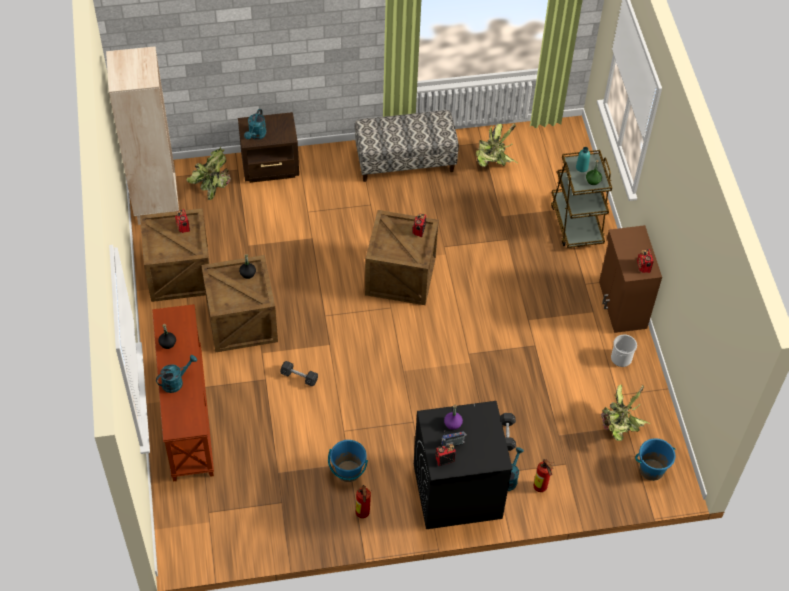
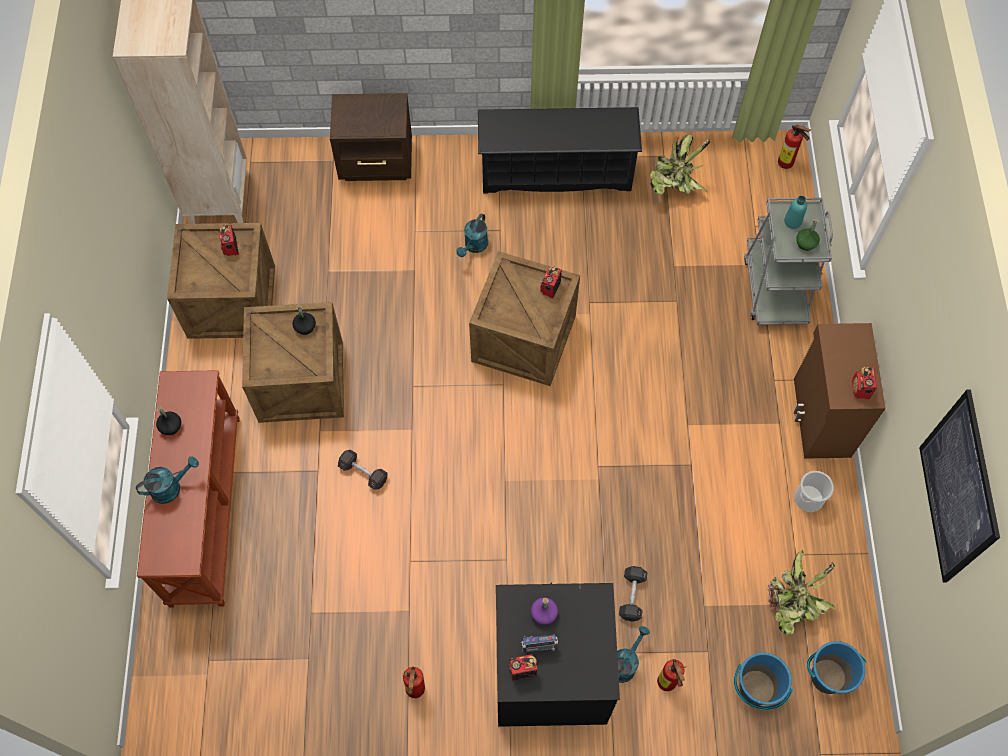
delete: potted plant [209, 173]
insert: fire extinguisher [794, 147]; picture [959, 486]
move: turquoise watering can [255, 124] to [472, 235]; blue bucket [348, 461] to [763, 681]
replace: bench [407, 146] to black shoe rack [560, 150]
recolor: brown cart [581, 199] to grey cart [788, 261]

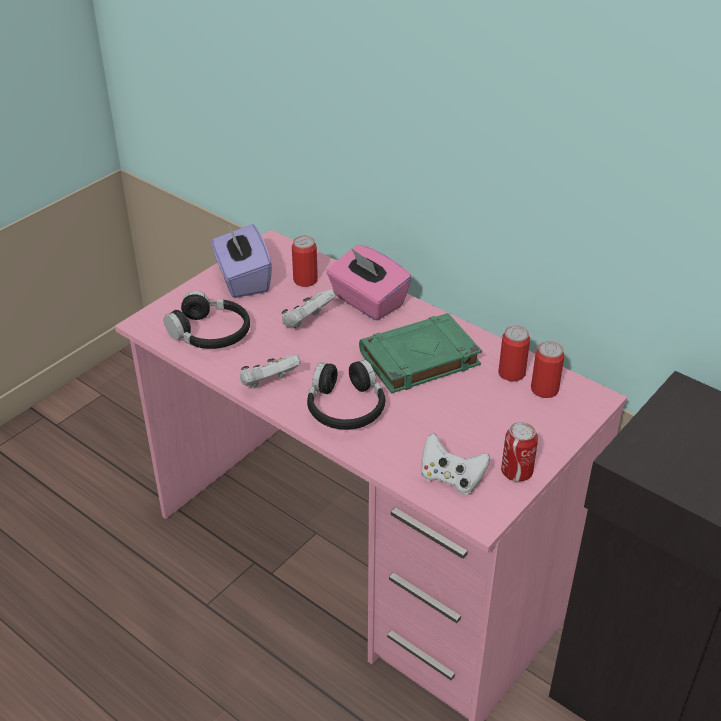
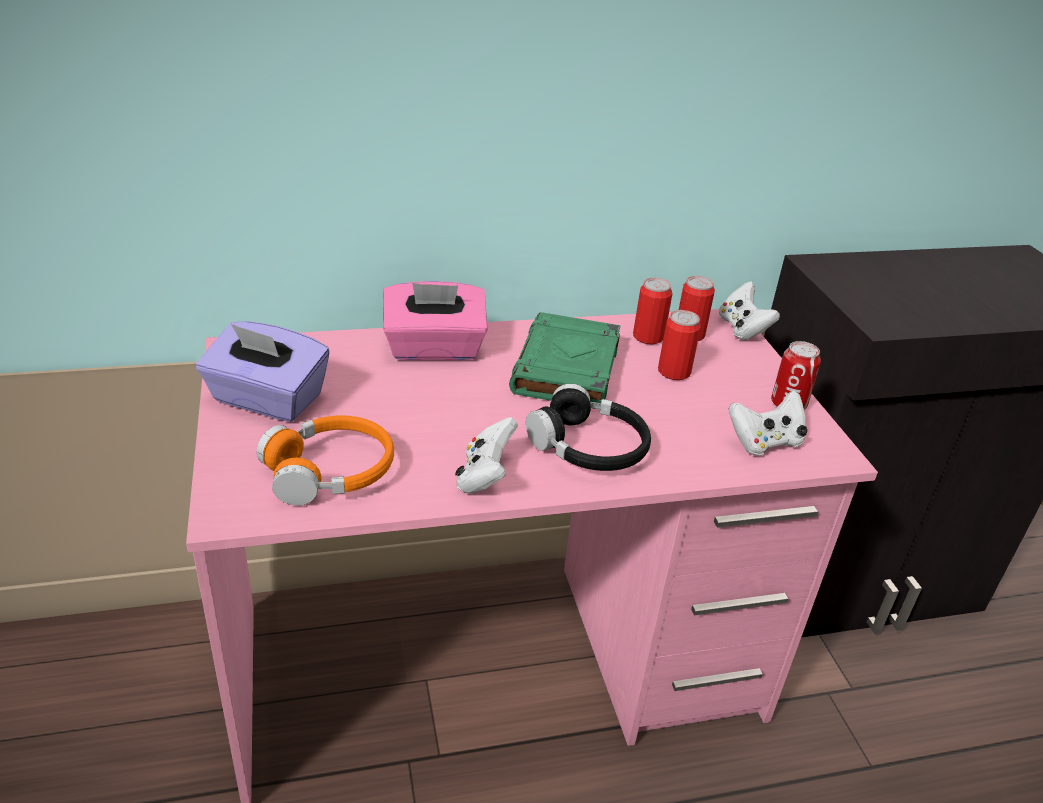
move: can [305, 261] to [679, 345]; white game controller [308, 308] to [749, 310]
recolor: black headphones [207, 320] to orange headphones [325, 460]

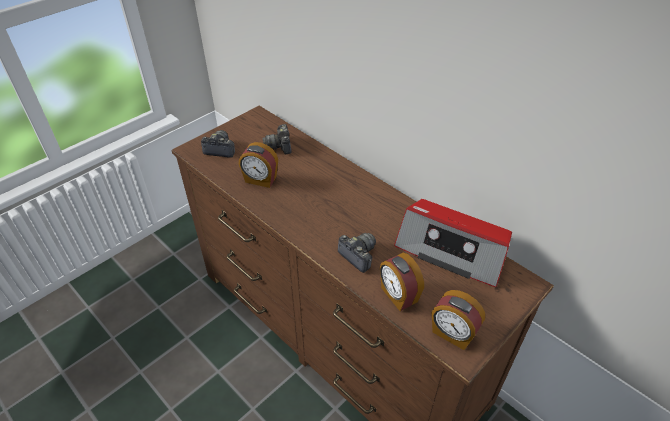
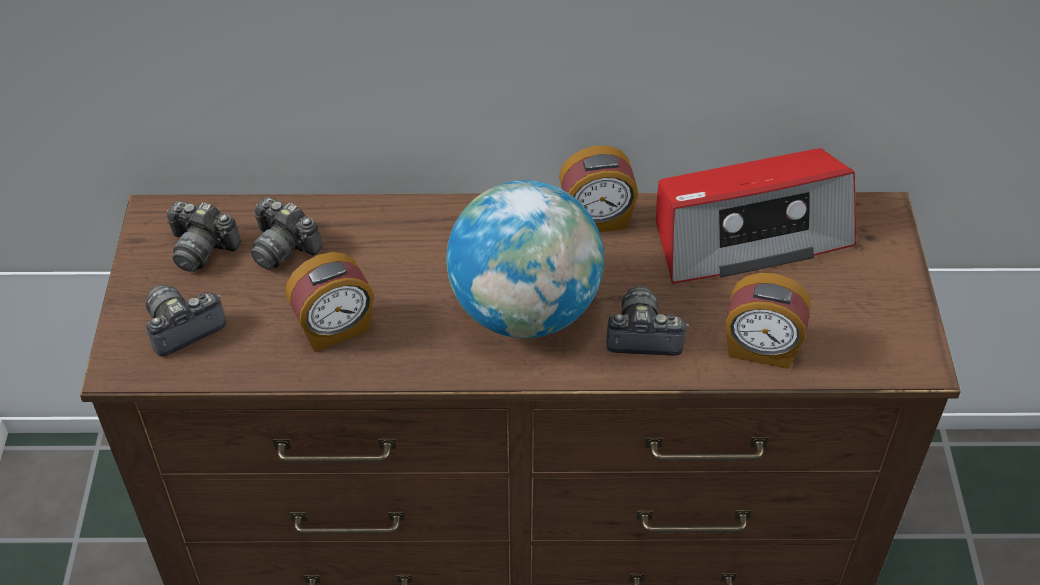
insert: photo camera [204, 236]; globe [525, 259]
move: alarm clock [458, 320] to [598, 189]

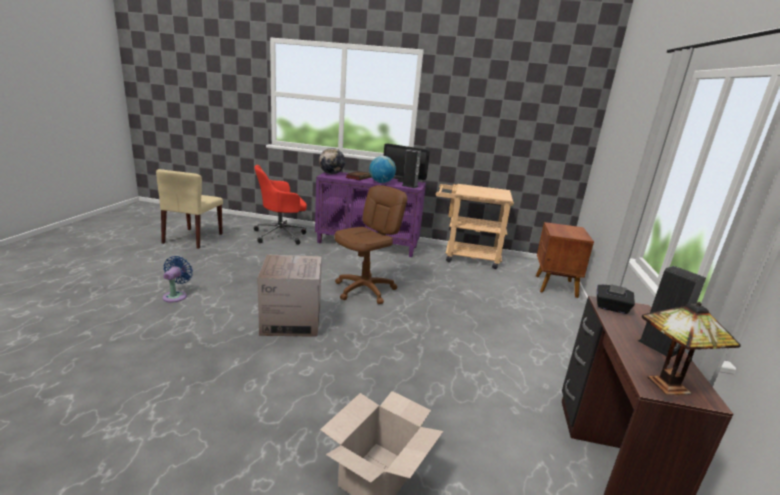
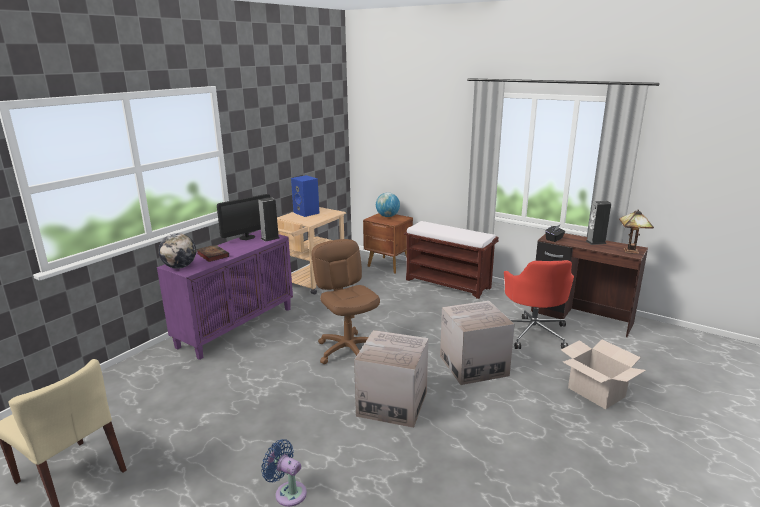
insert: blue speaker [305, 196]; brown bench [451, 260]; cardboard box [477, 343]
move: globe [382, 169] to [388, 204]; red office chair [280, 205] to [539, 304]

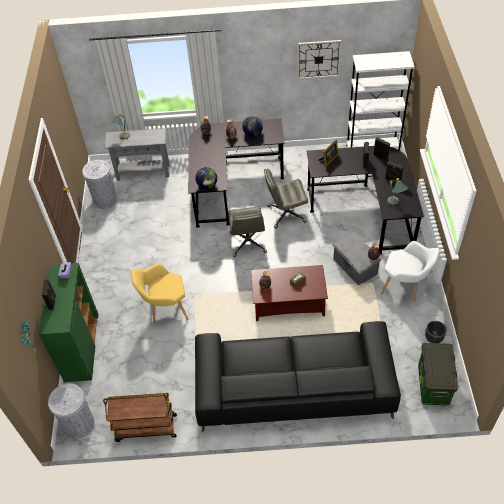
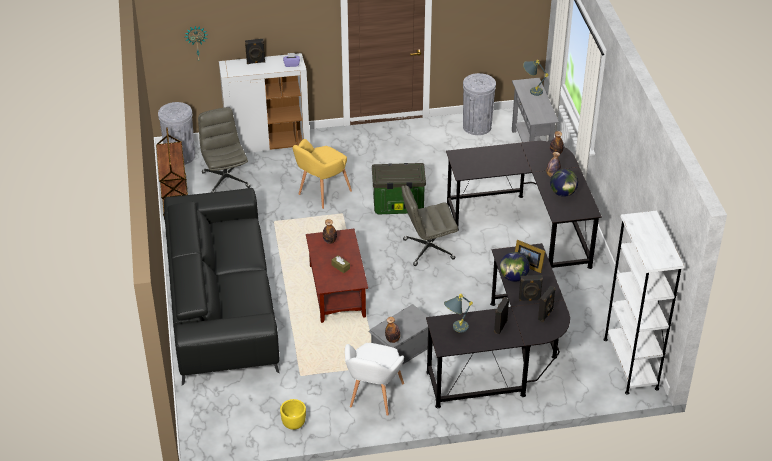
delete: wall clock [319, 59]
move: grey office chair [286, 198] to [224, 150]; storage box [438, 374] to [399, 188]; globe [206, 178] to [515, 267]
recolor: green cabinet [68, 322] to white cabinet [264, 103]; black planter [436, 332] to yellow planter [293, 414]
rotate: yellow armchair [159, 293] = [322, 174] 120 degrees counterclockwise

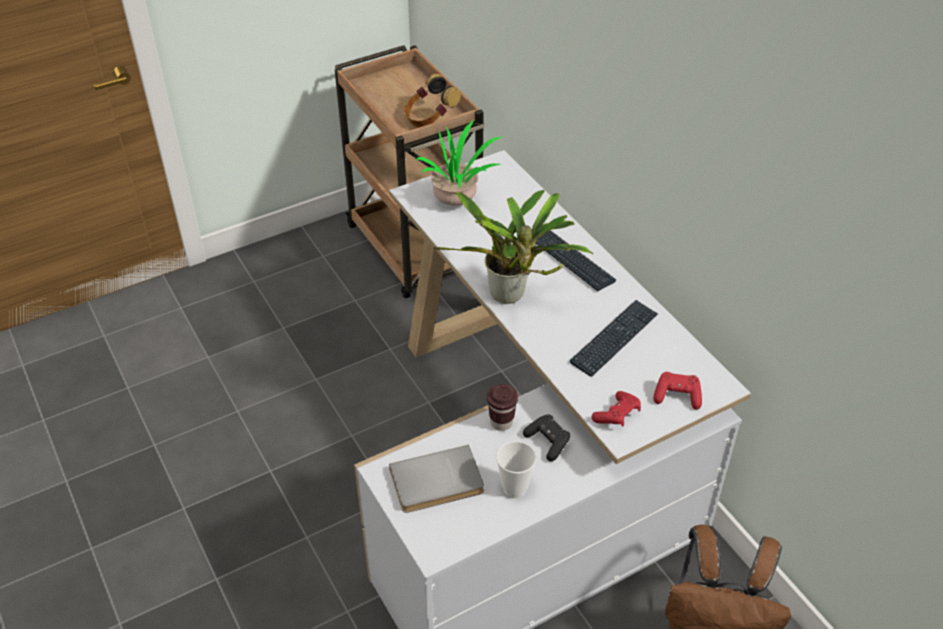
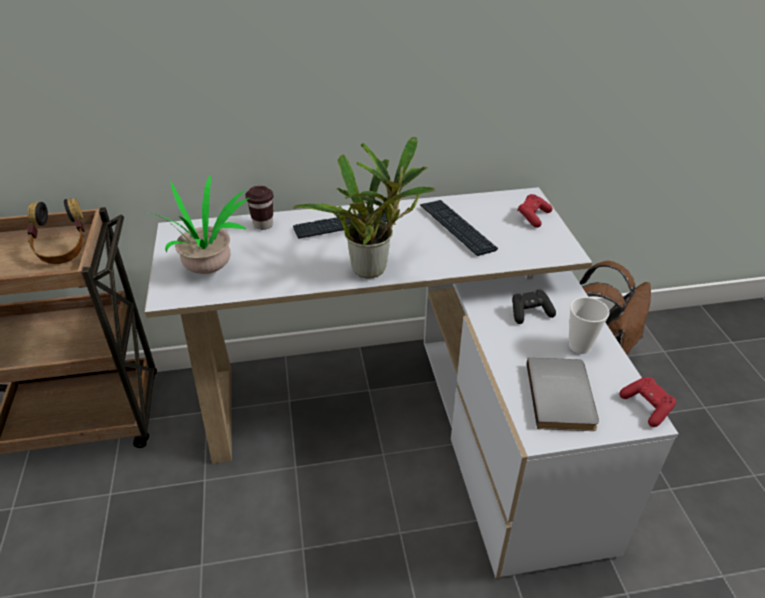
move: brown cup [502, 407] to [259, 208]; red game controller [616, 408] to [647, 402]

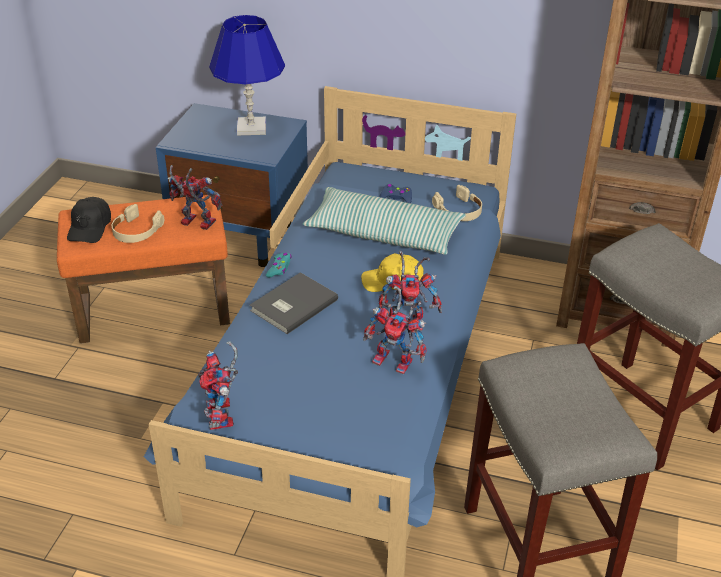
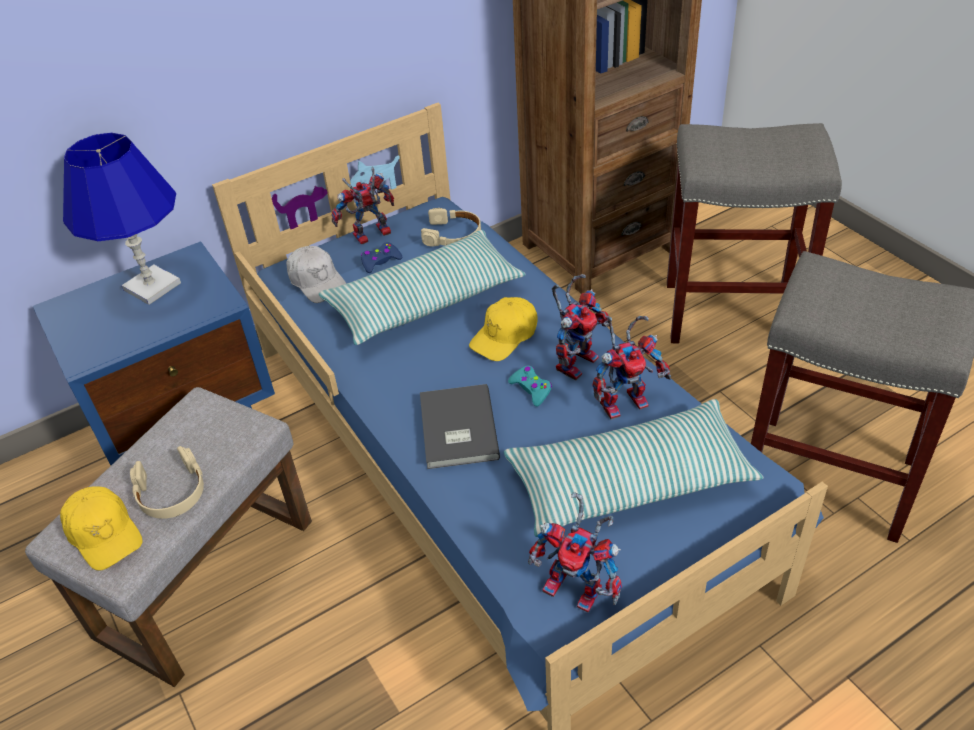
insert: white cap [316, 274]; pillow [633, 468]
move: toy robot [195, 197] to [363, 205]; turquoise game controller [278, 265] to [530, 386]
recolor: orange ottoman [143, 269] to grey ottoman [168, 537]; black cap [89, 220] to yellow cap [101, 528]

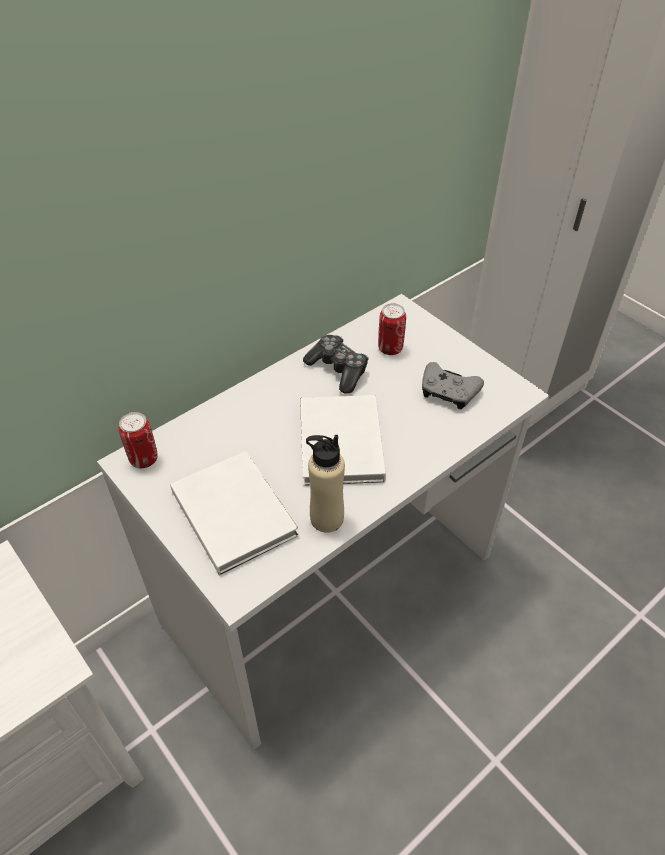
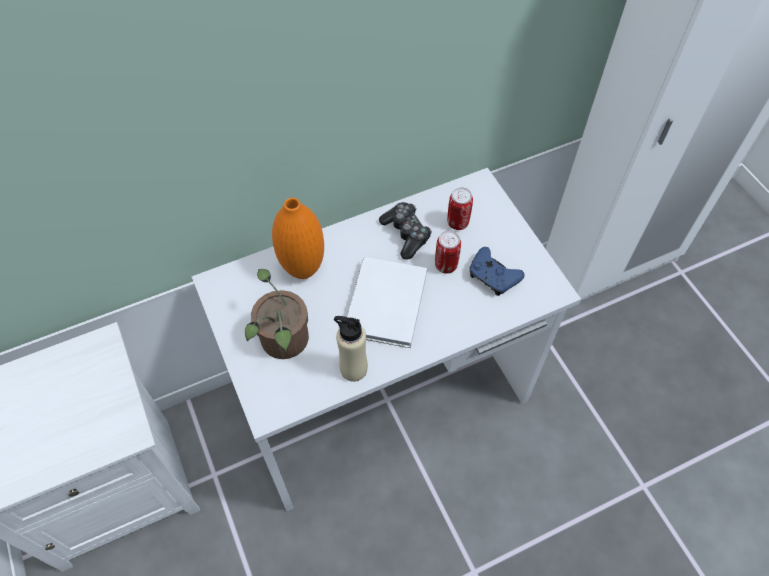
insert: orange vase [298, 238]
move: can [138, 440] to [448, 252]
replace: white book [234, 513] to potted plant [277, 314]
recolor: grey game controller [453, 385] to blue game controller [497, 271]

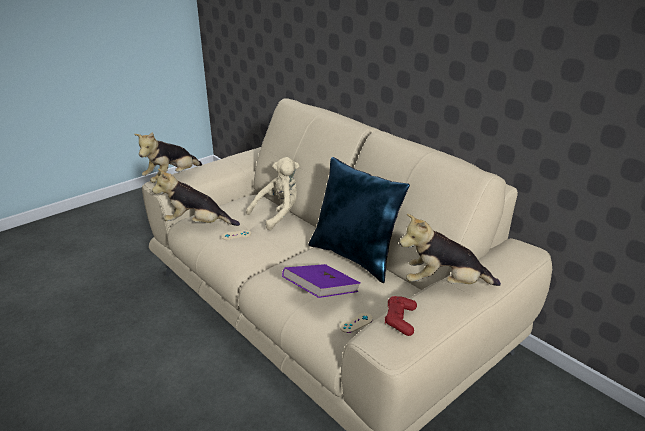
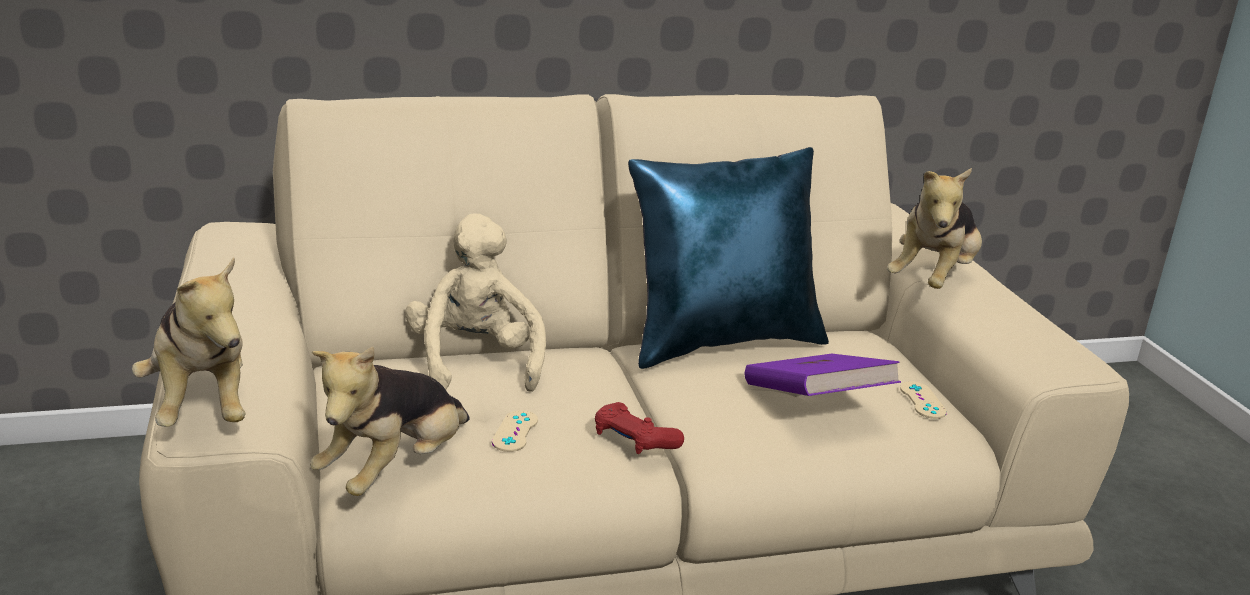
move: red game controller [401, 316] to [639, 428]

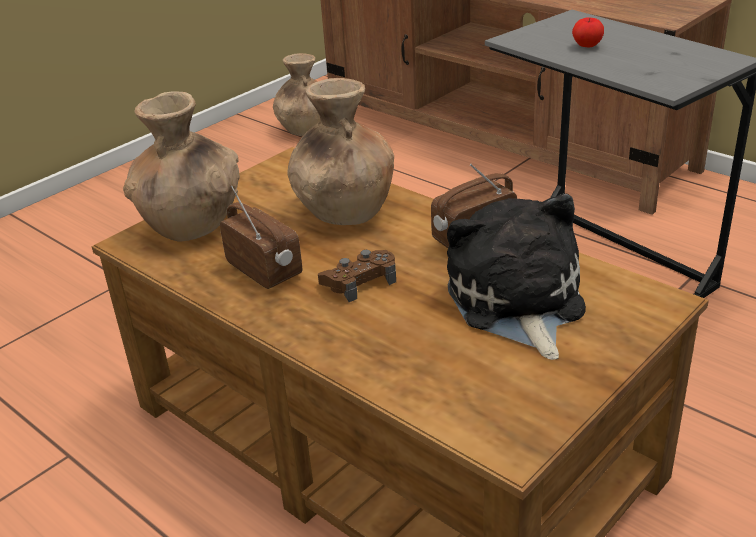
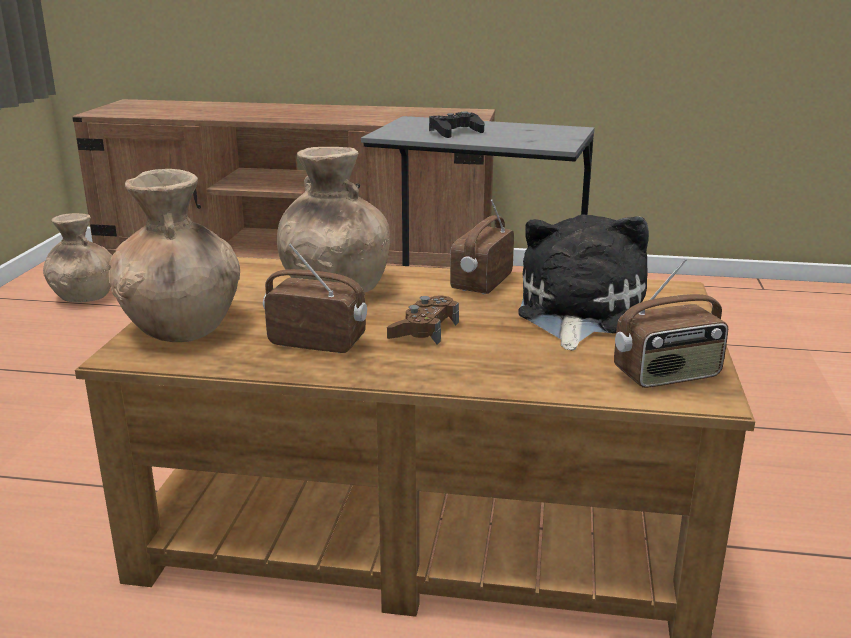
insert: radio [671, 323]
replace: apple [588, 32] to black game controller [456, 124]
rotate: plush toy [516, 276] = [583, 283] 60 degrees clockwise

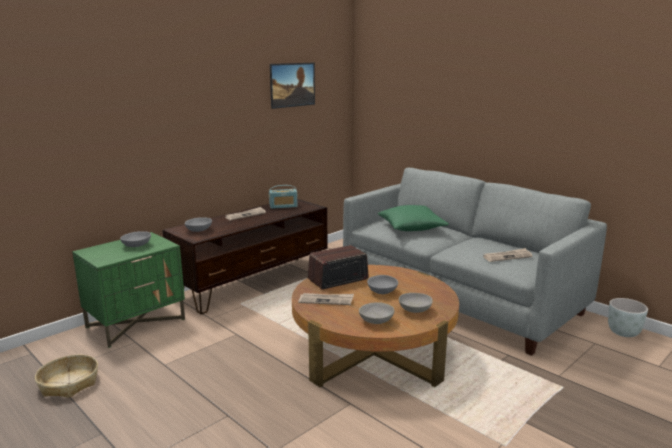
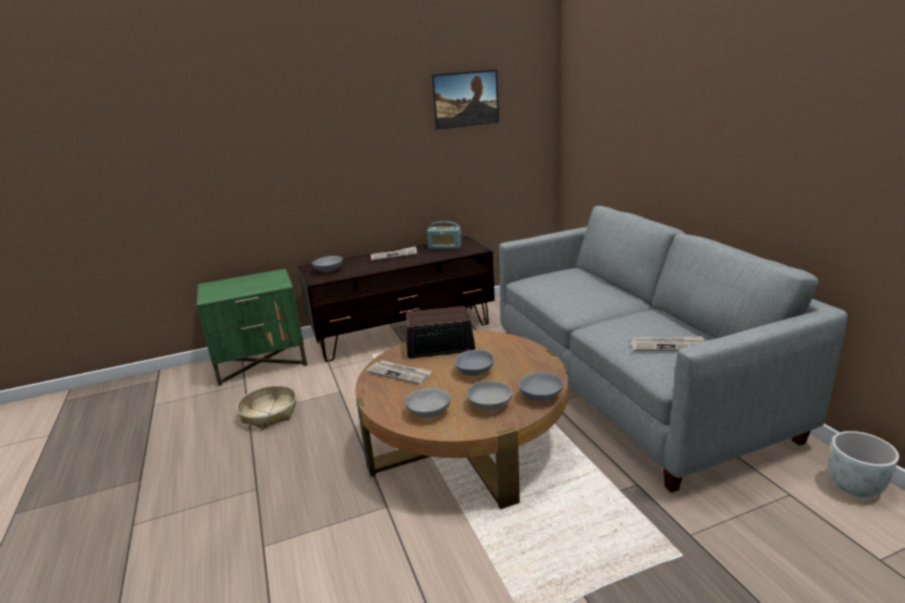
delete: green pillow [413, 218]
move: basket [66, 376] to [267, 407]; grey bowl [135, 239] to [540, 386]

